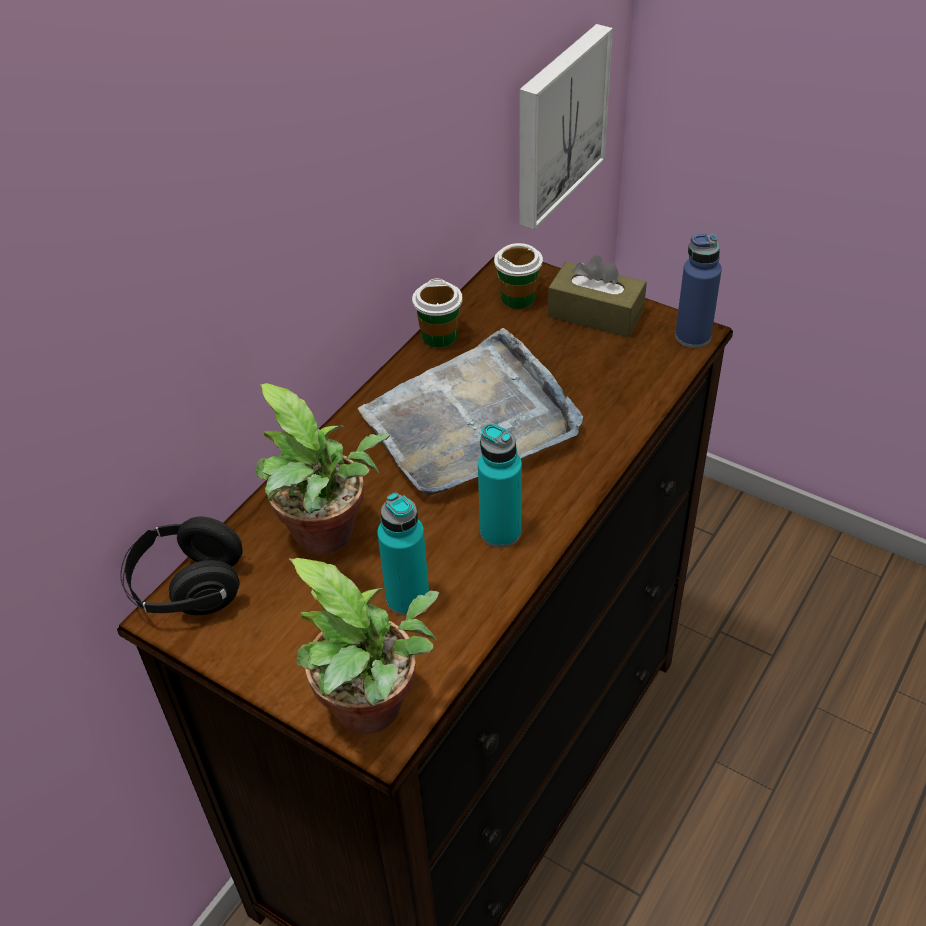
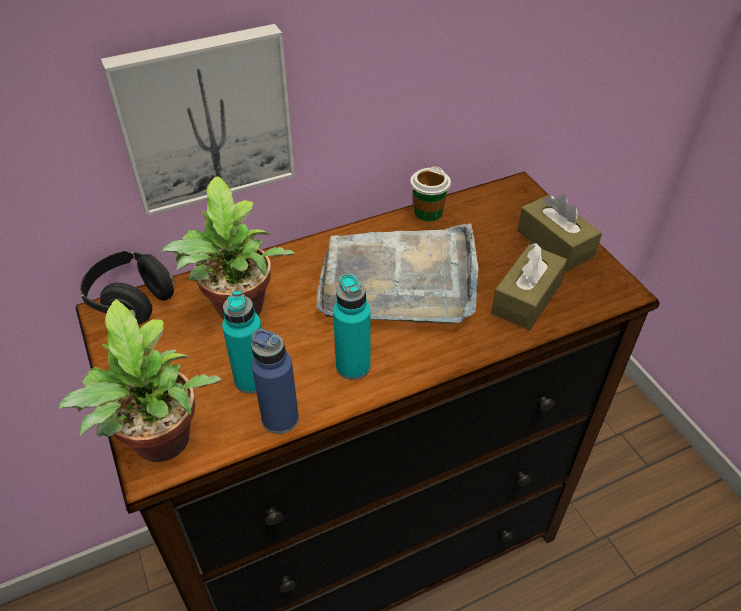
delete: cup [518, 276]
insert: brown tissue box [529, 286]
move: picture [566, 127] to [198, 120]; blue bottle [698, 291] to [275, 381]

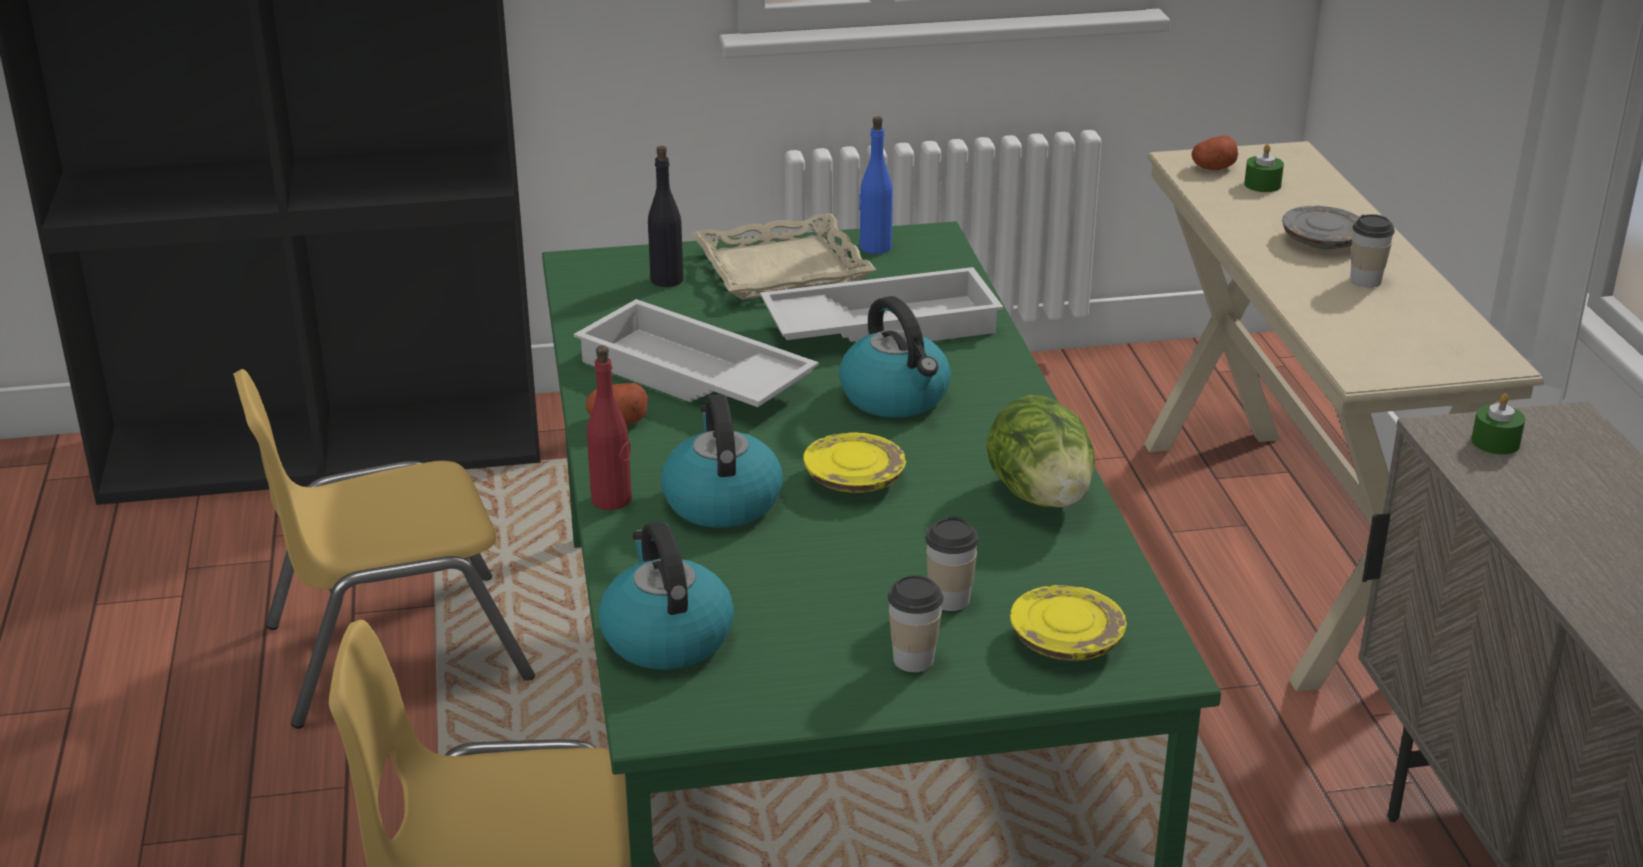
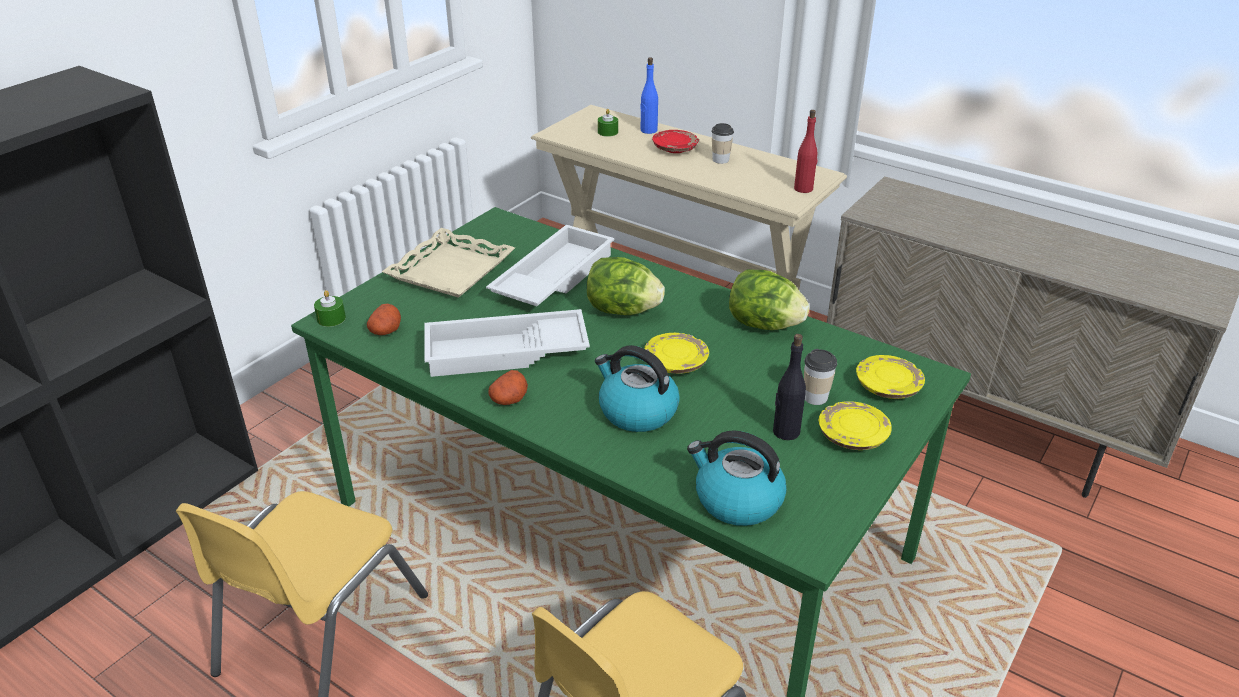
move: green candle [1498, 424] to [330, 308]; potato [1214, 152] to [384, 319]; blue bottle [876, 185] to [649, 96]; black bottle [666, 216] to [789, 387]; red bottle [609, 427] to [805, 151]
replace: kettle [895, 357] to lettuce [626, 286]; cup [916, 623] to yellow plate [855, 425]
recolor: grey plate [1321, 227] to red plate [675, 141]

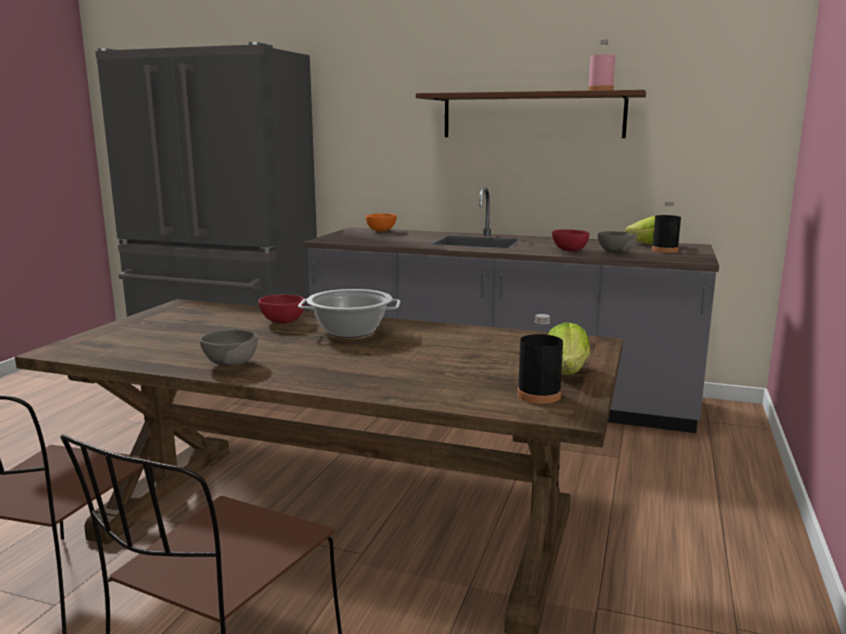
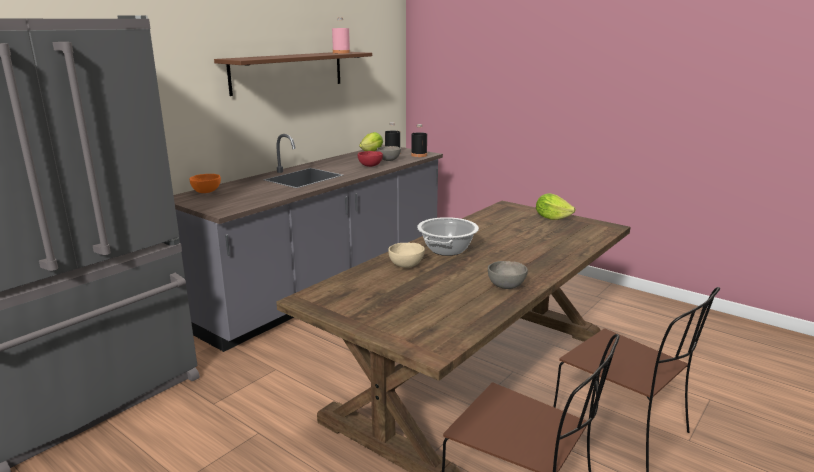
move: black bottle [540, 359] to [419, 140]
recolor: red bowl [281, 308] to beige bowl [406, 255]

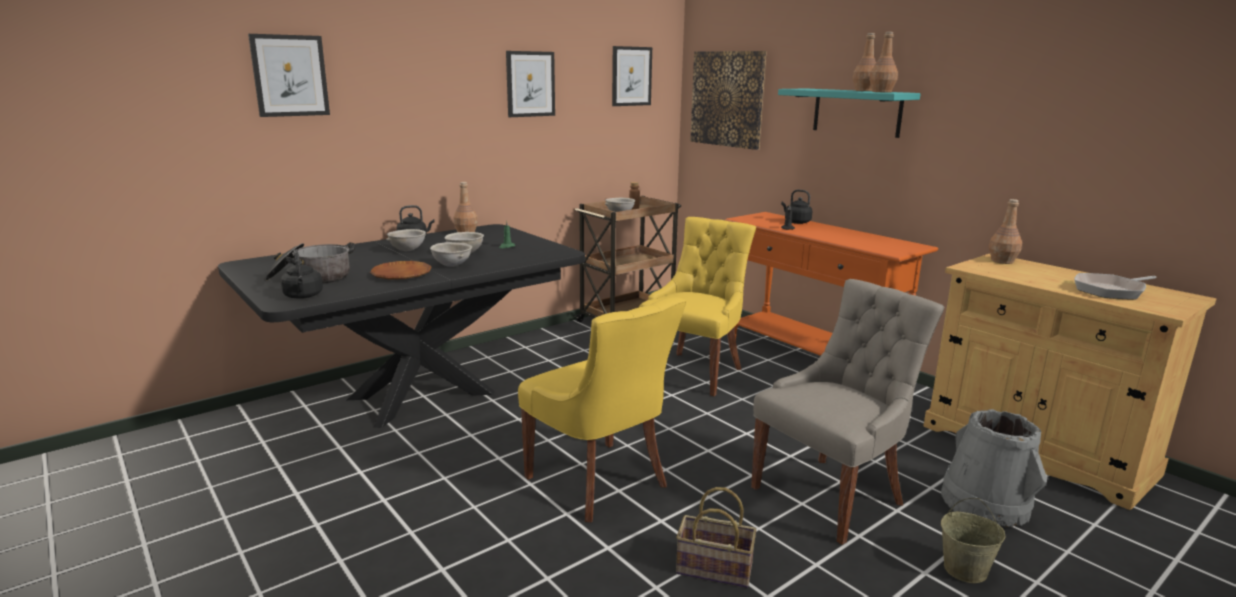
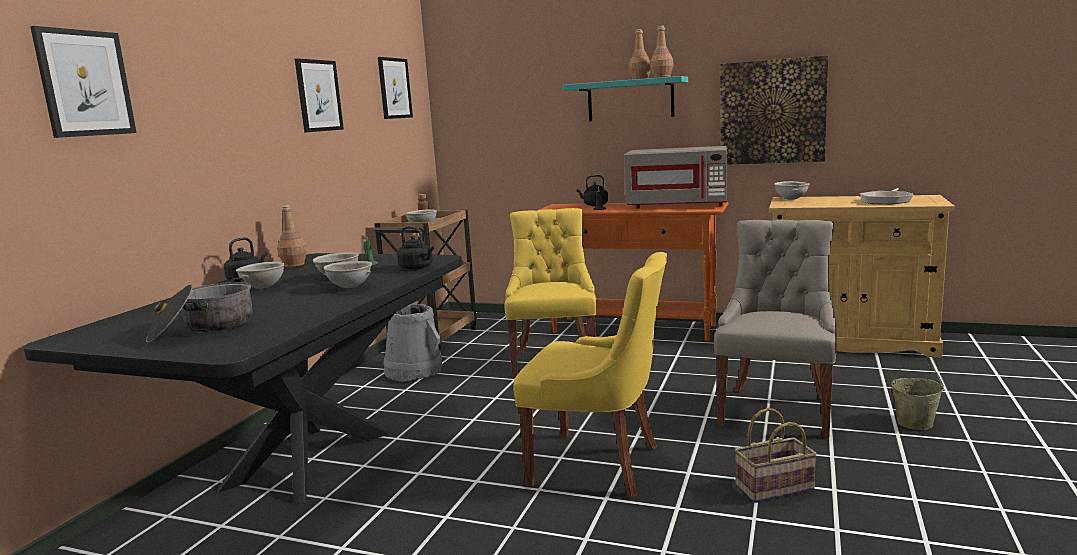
delete: brown plate [400, 270]
insert: grey microwave [675, 177]
move: grey bucket [994, 468] to [412, 343]; black kettle [302, 274] to [415, 248]; picture [728, 100] to [774, 110]
replace: brown bottle [1005, 231] to grey bowl [792, 190]

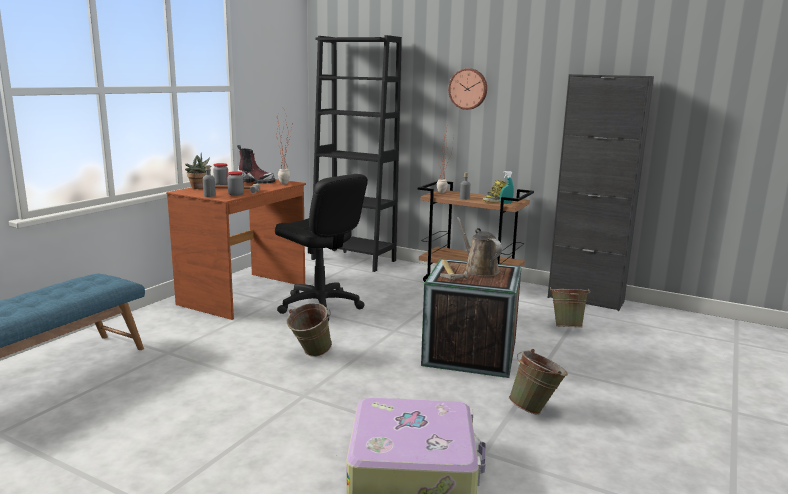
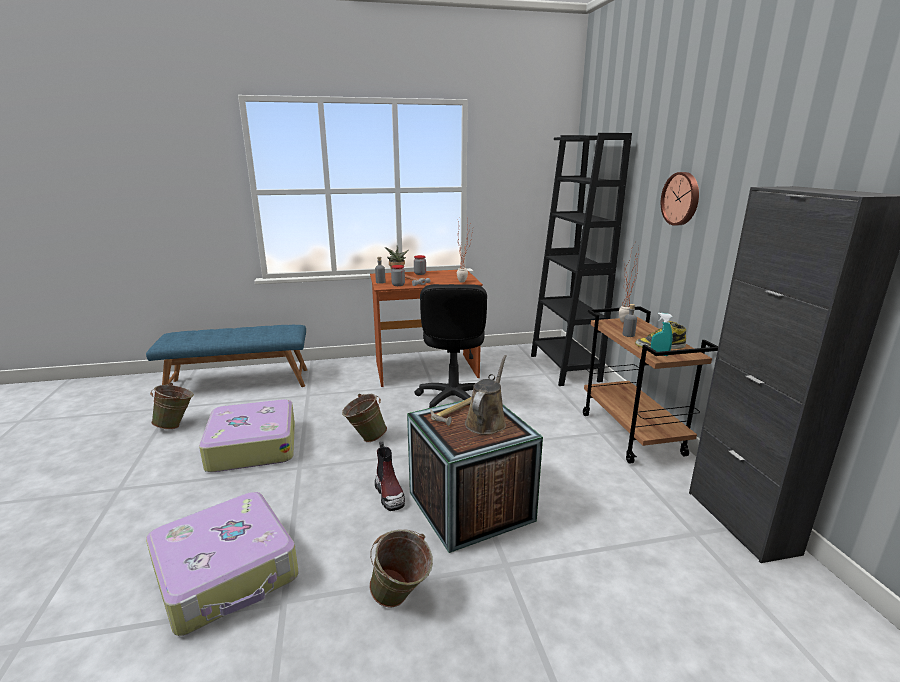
insert: suitcase [247, 435]
move: green bucket [570, 307] to [172, 406]; boot [256, 164] to [390, 476]

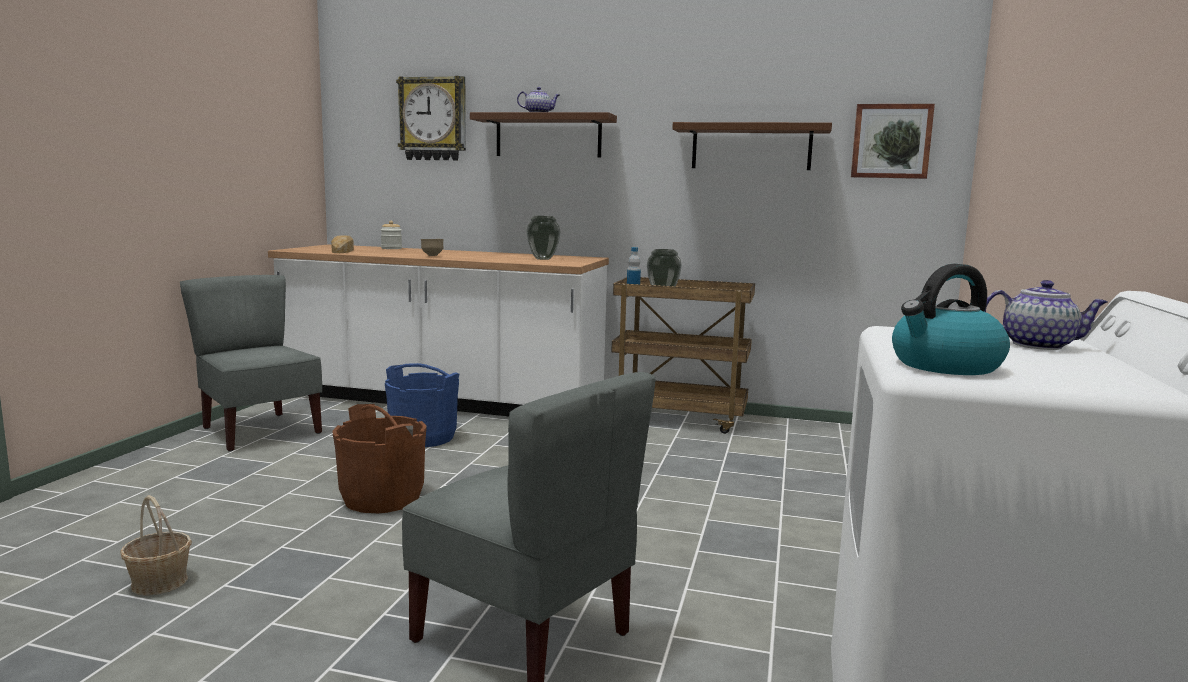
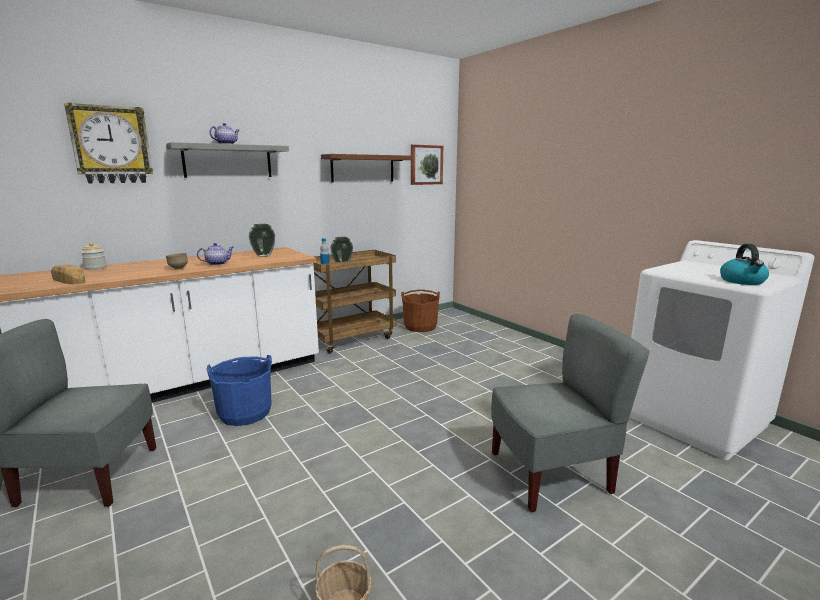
move: teapot [1046, 315] to [215, 254]; brown bucket [379, 458] to [420, 310]
recolor: brown shelf [543, 135] to grey shelf [227, 160]

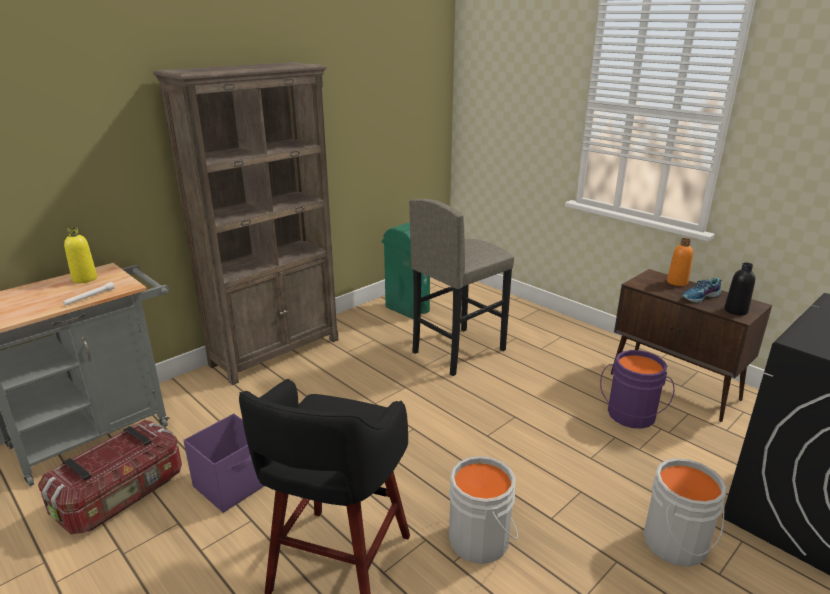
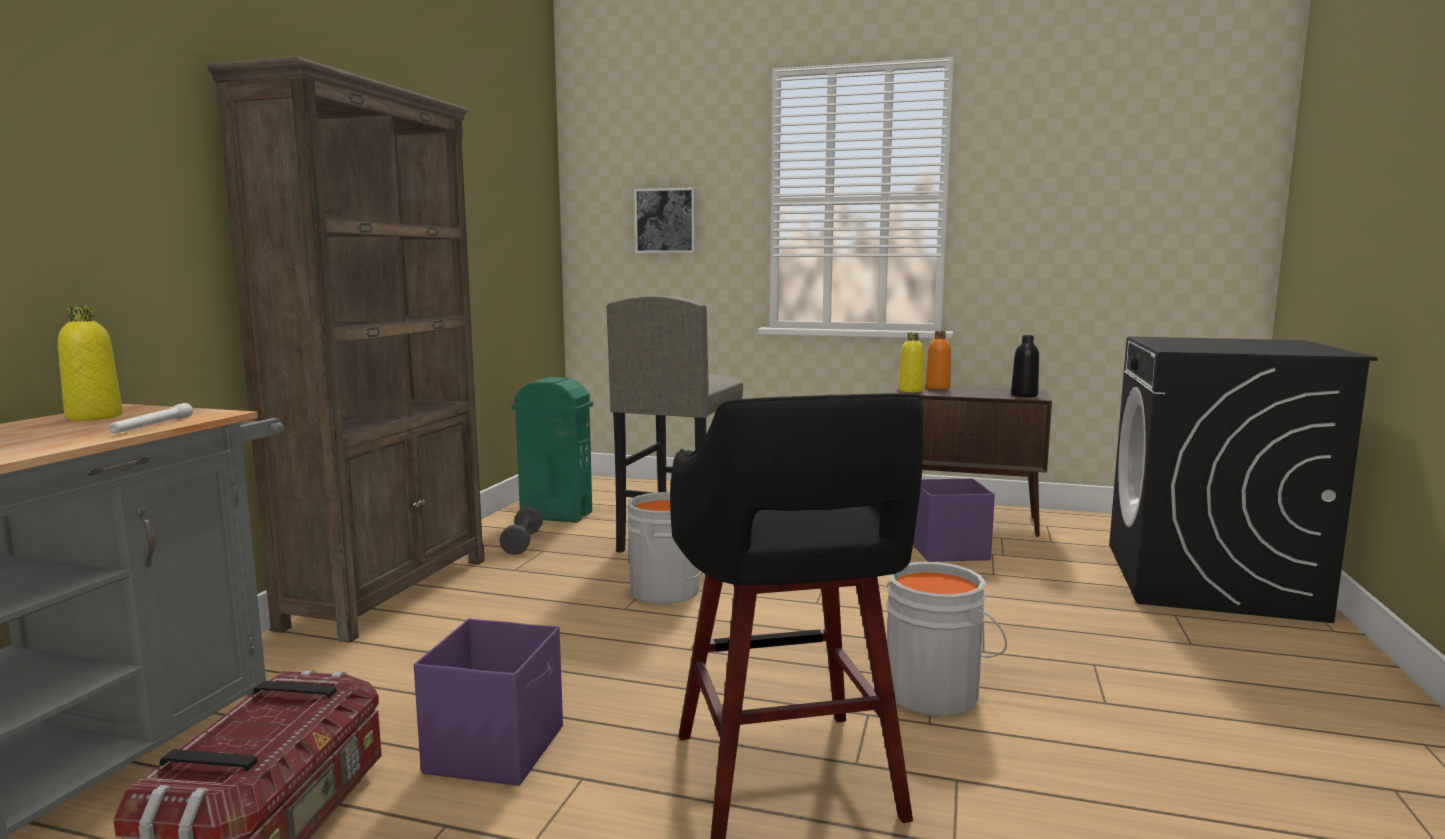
delete: shoe [702, 290]
insert: grey dumbbell [521, 530]; picture [665, 220]; yellow bottle [911, 362]
move: grey bucket [685, 512] to [664, 548]
replace: purple bucket [637, 389] to purple storage box [954, 520]

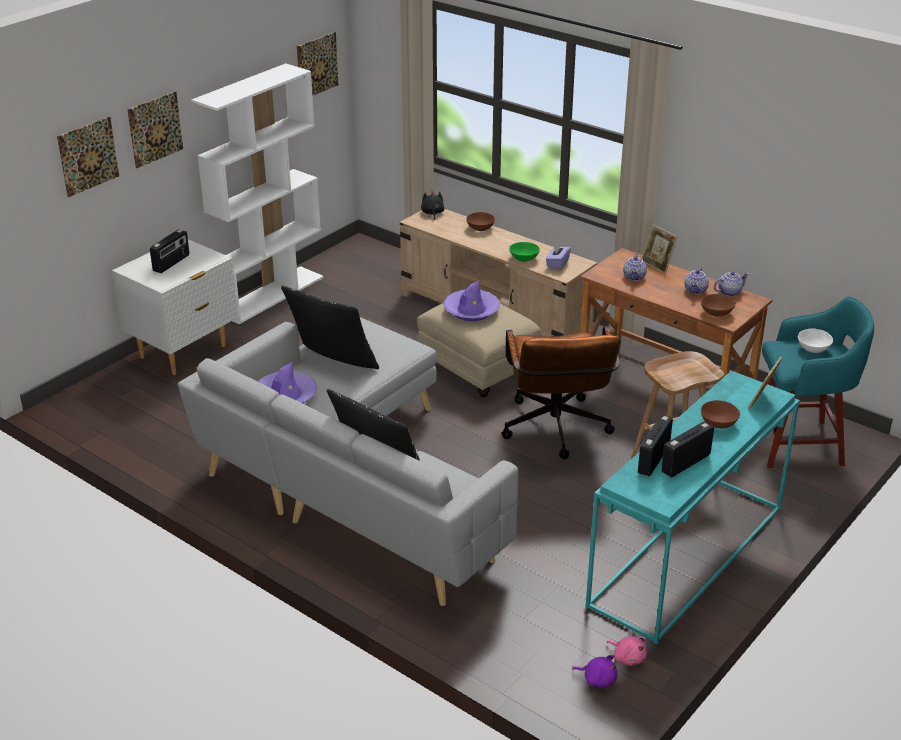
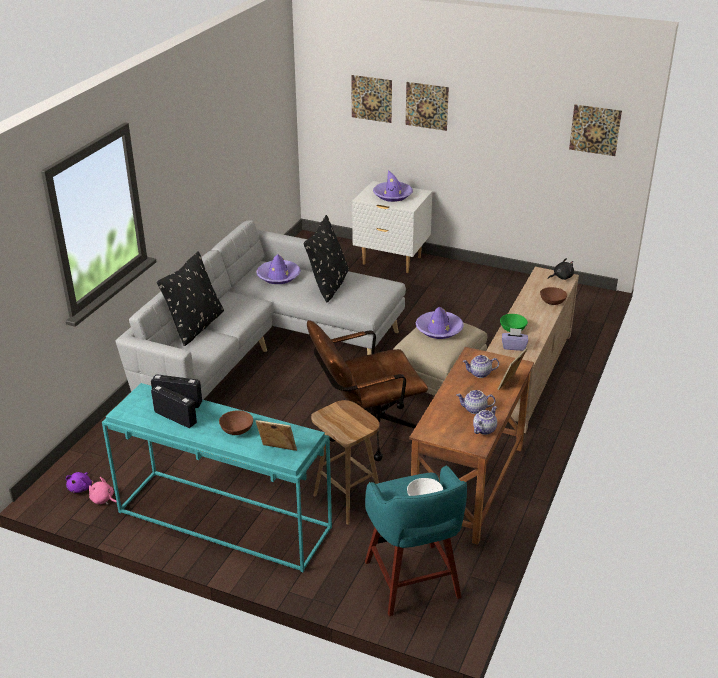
delete: white bookcase [257, 193]; brown bowl [718, 305]
replace: radio [169, 251] to purple hat [393, 186]
rotate: pink plush toy [627, 651] = [103, 491] 90 degrees clockwise; teapot [731, 284] = [485, 420] 105 degrees counterclockwise

